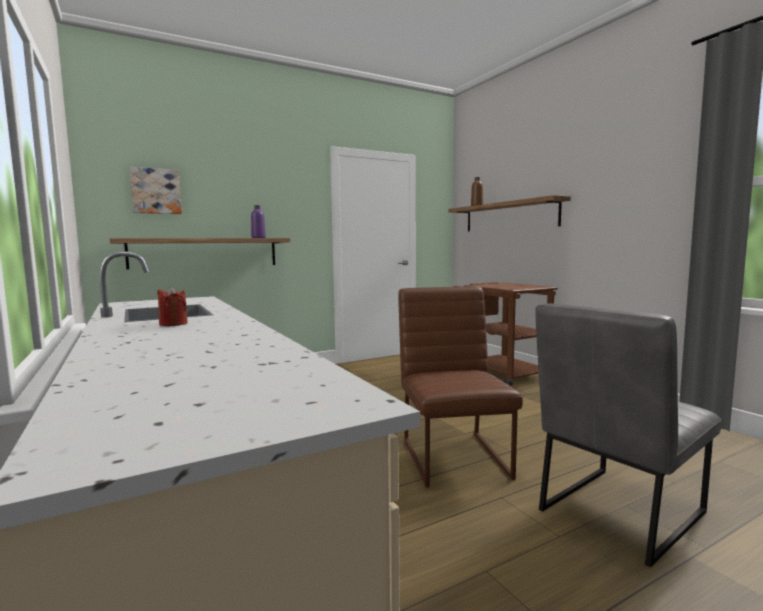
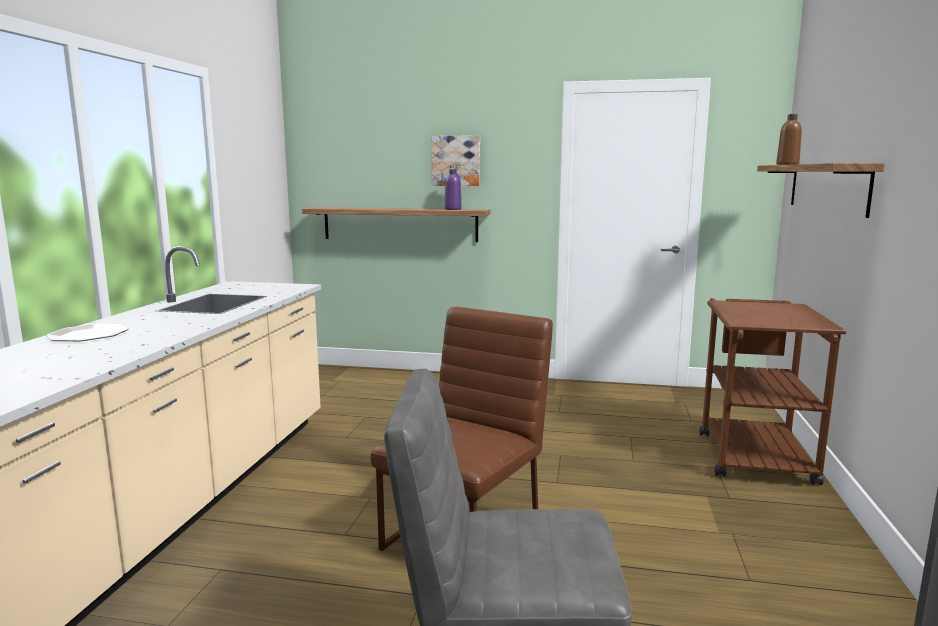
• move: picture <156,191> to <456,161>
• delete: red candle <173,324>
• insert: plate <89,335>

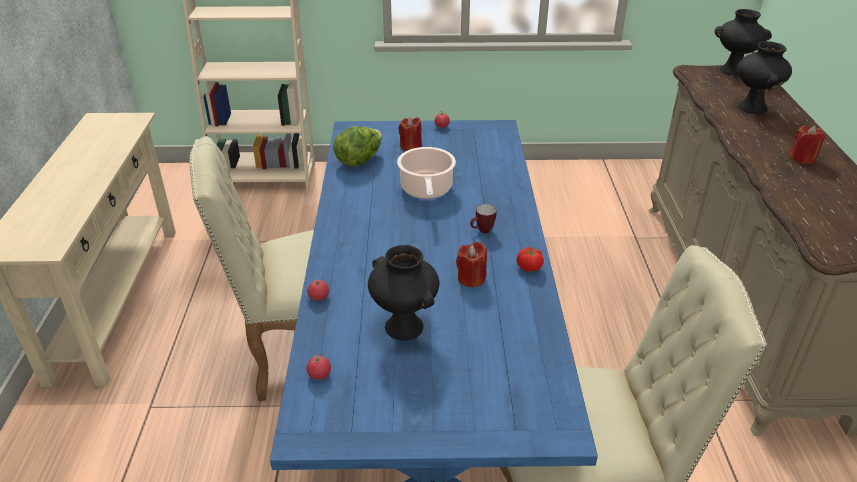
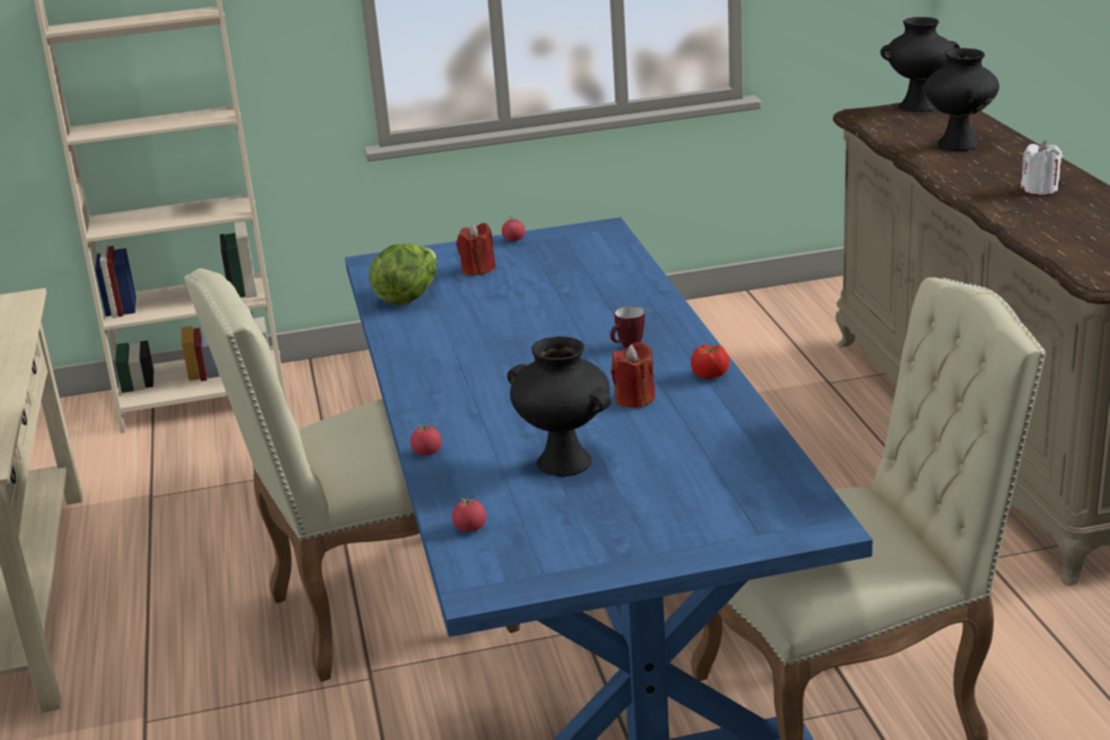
• recolor: red candle <802,158> to white candle <1040,189>
• delete: cooking pot <426,190>

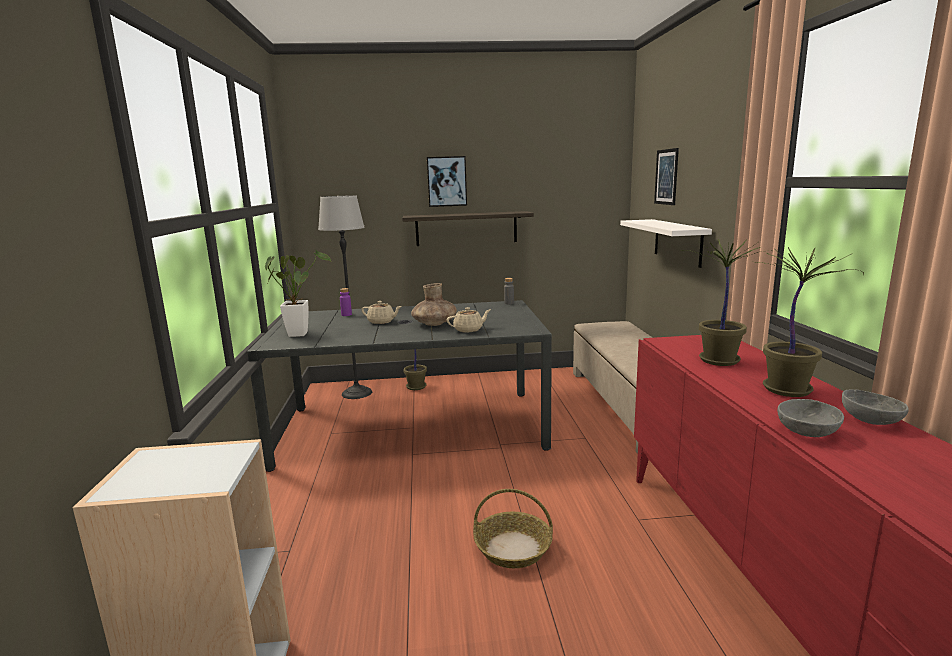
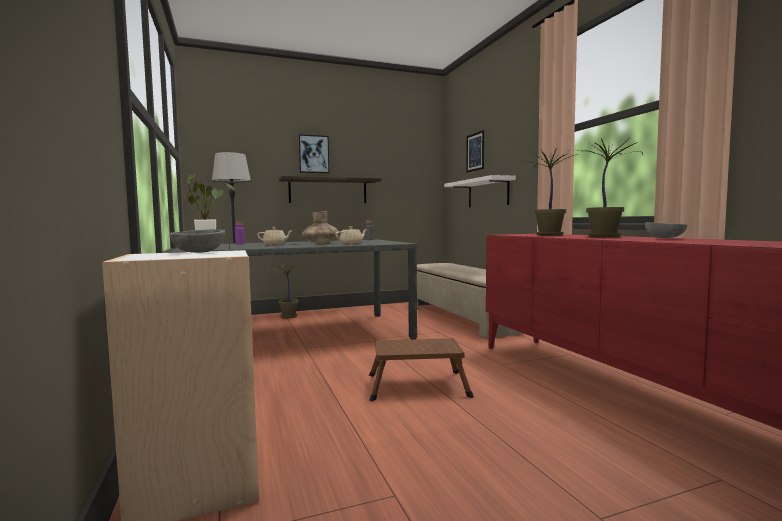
• move: grey bowl <808,433> to <199,252>
• replace: basket <513,548> to brown step ladder <418,385>

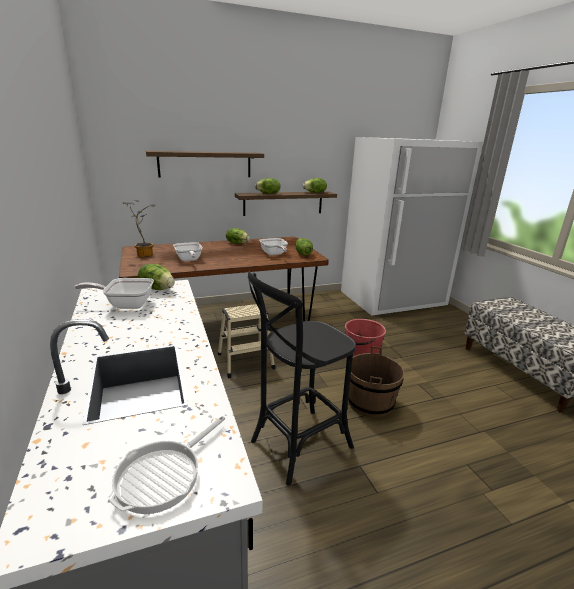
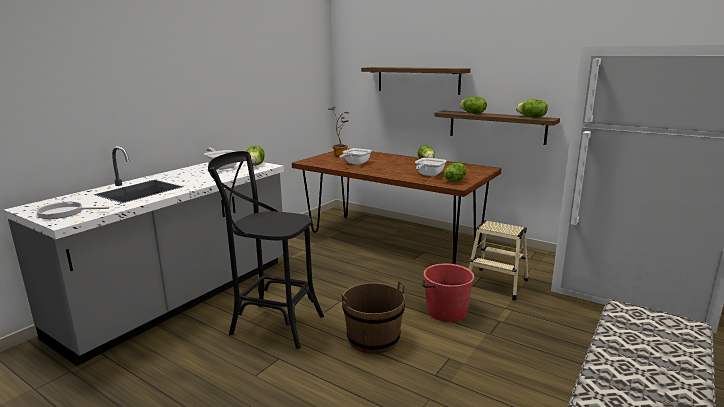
• move: beige step ladder <245,361> to <496,283>

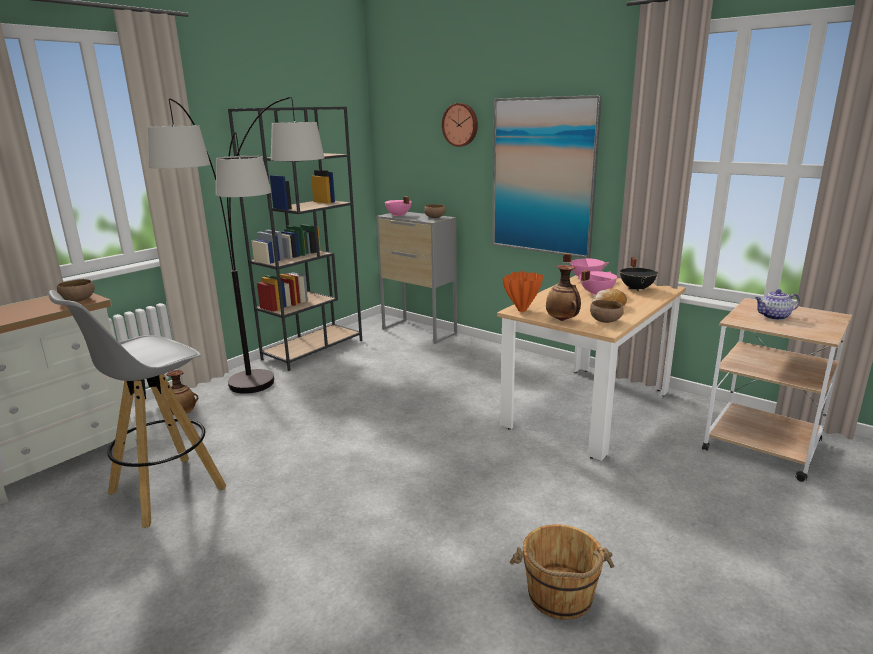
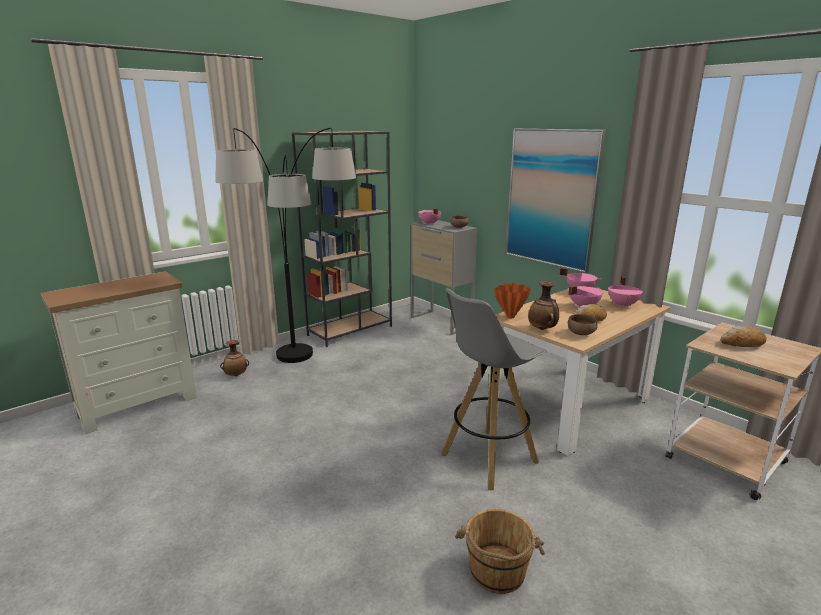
• delete: wall clock <461,125>
• recolor: black cooking pot <637,289> to pink cooking pot <623,305>
• delete: brown bowl <79,300>
• replace: teapot <773,317> to bread <742,344>
• move: grey stool <164,491> to <487,458>

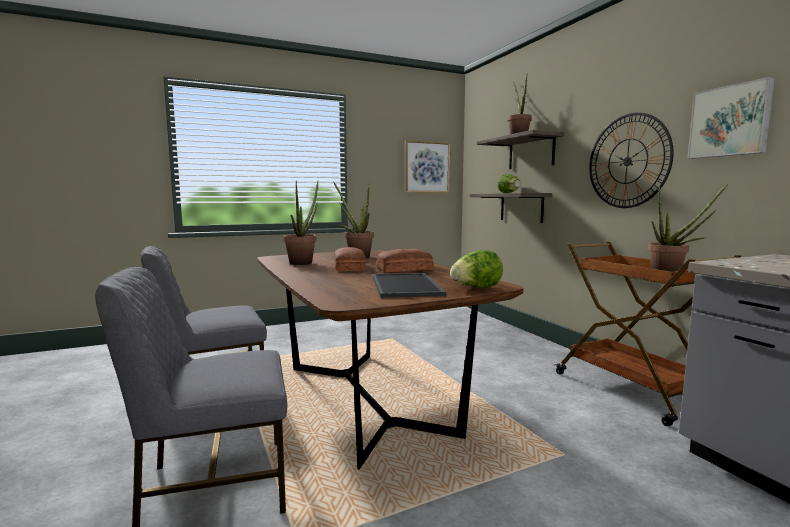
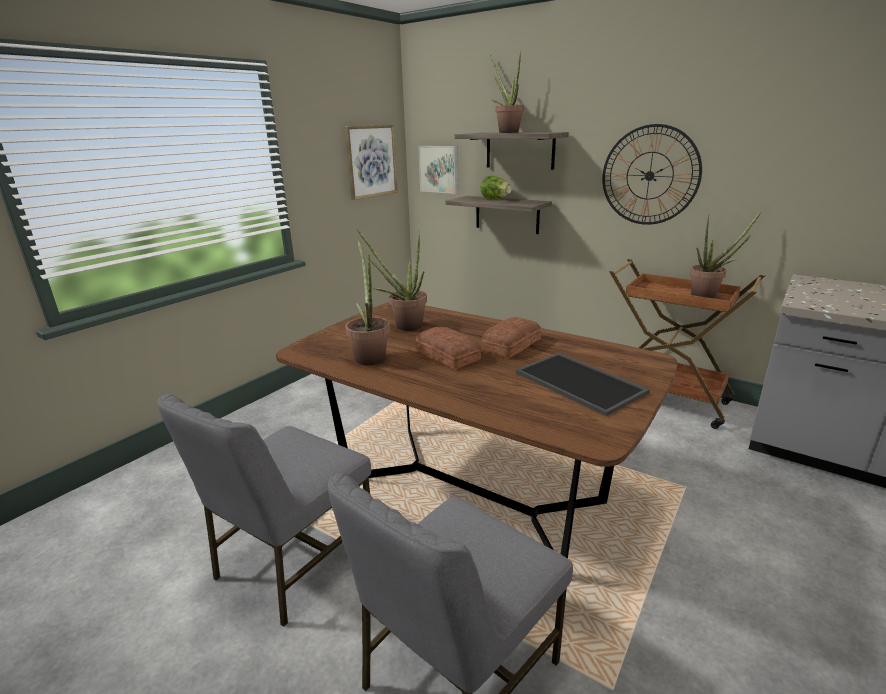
• move: picture <730,121> to <439,169>
• delete: lettuce <475,288>

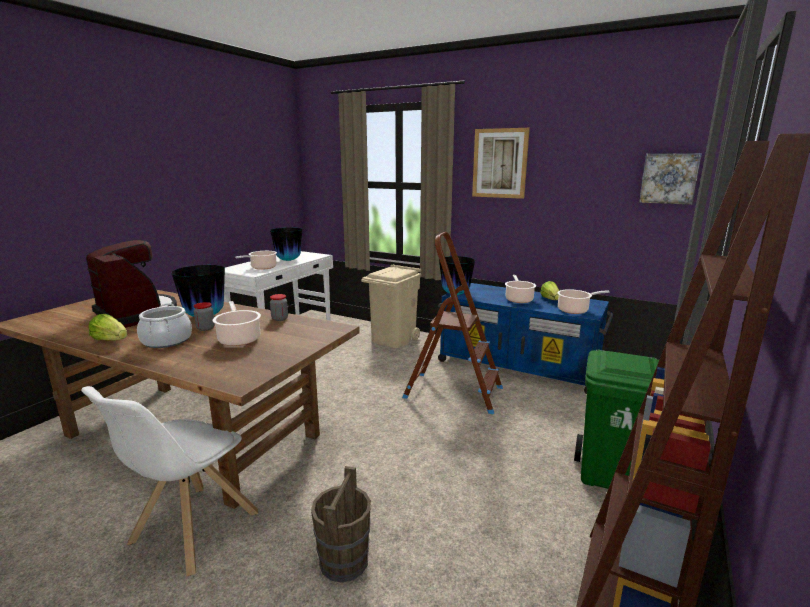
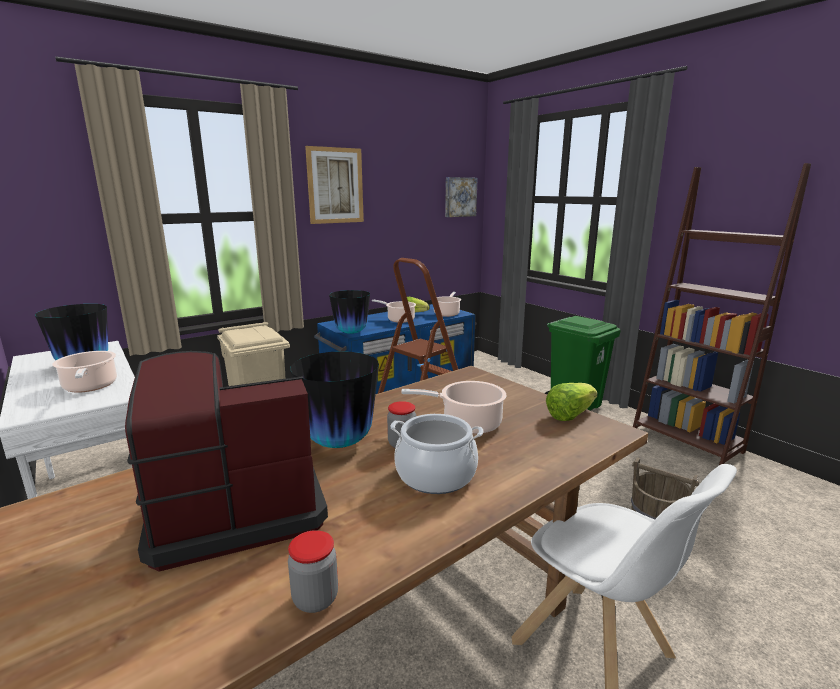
• move: jar <280,318> to <315,599>
• move: lettuce <111,340> to <570,415>

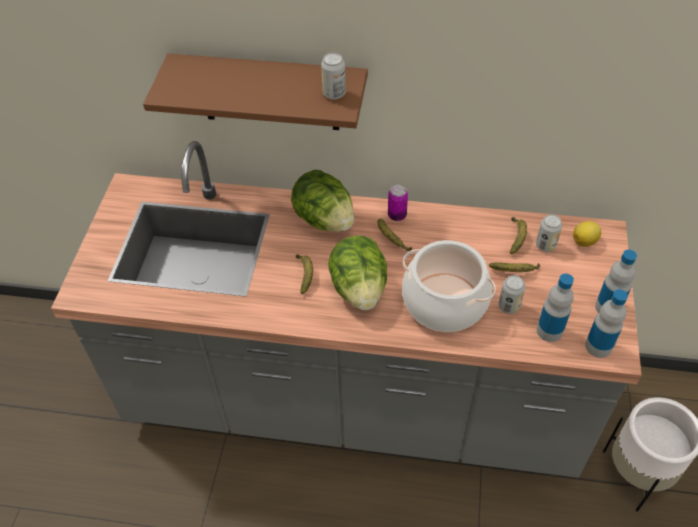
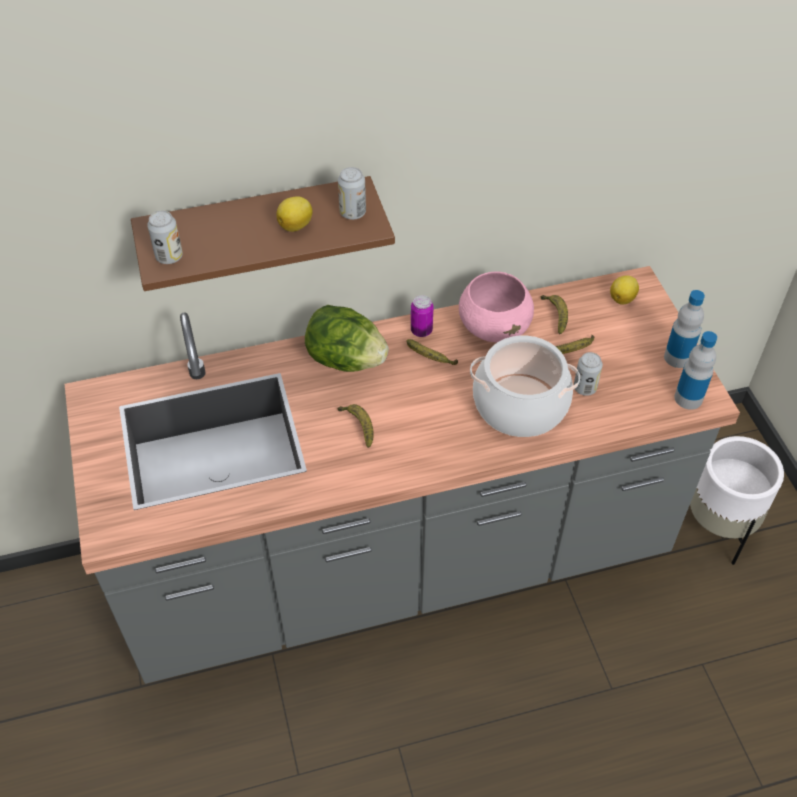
• move: can <545,245> to <169,257>
• delete: lettuce <359,289>
• delete: bottle <549,331>
• insert: lemon <296,225>
• insert: pink bowl <494,327>

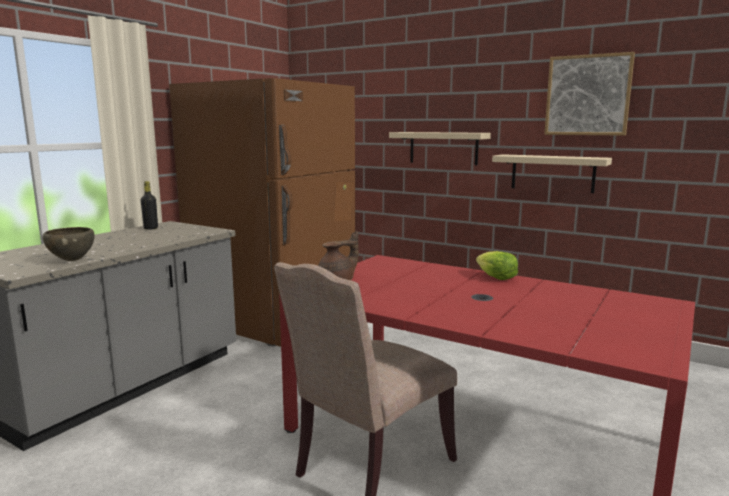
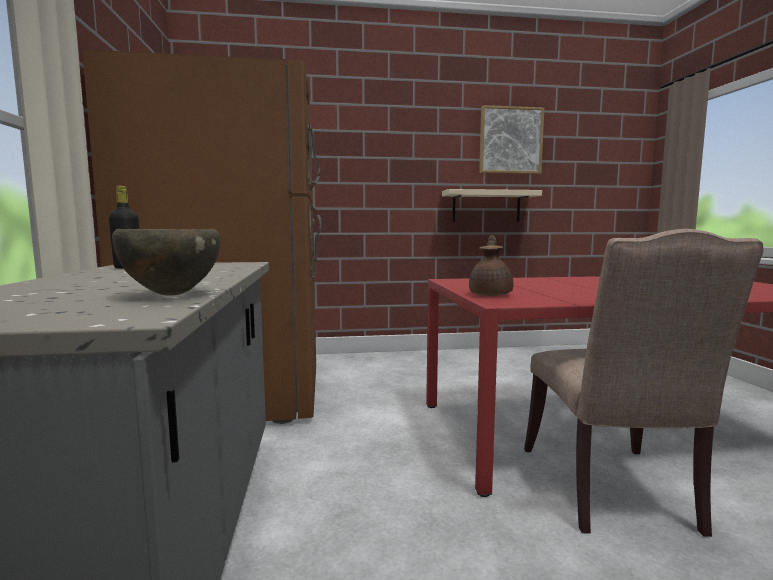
• delete: beige shelf <443,148>
• delete: lettuce <496,277>

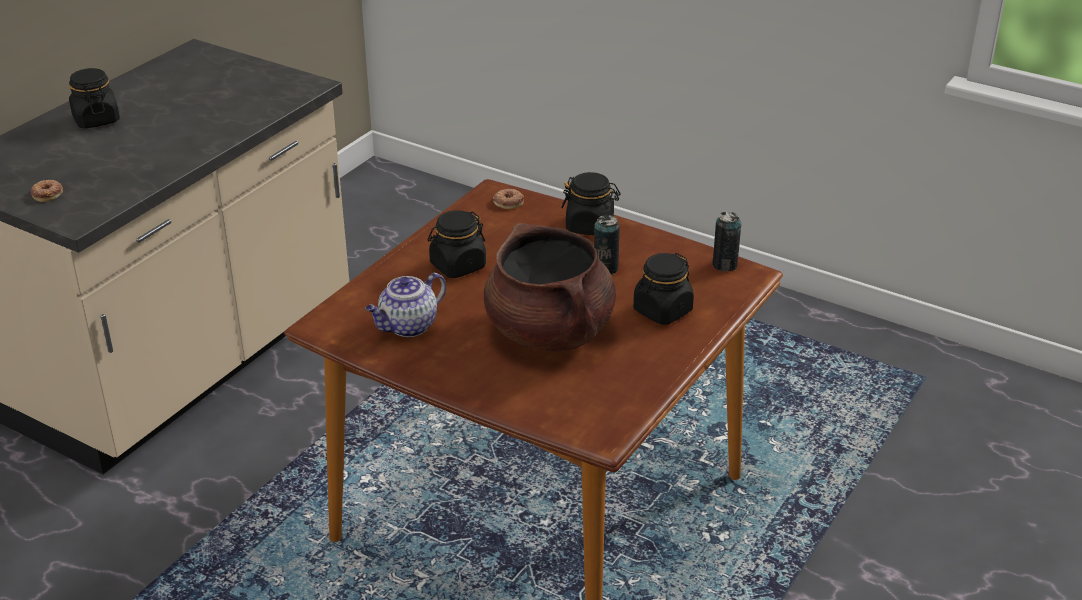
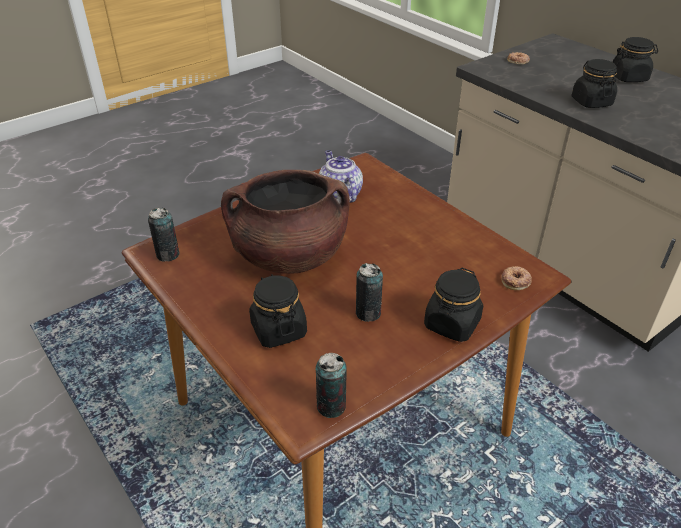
• move: black jar <457,266> to <591,102>
• insert: can <168,255>

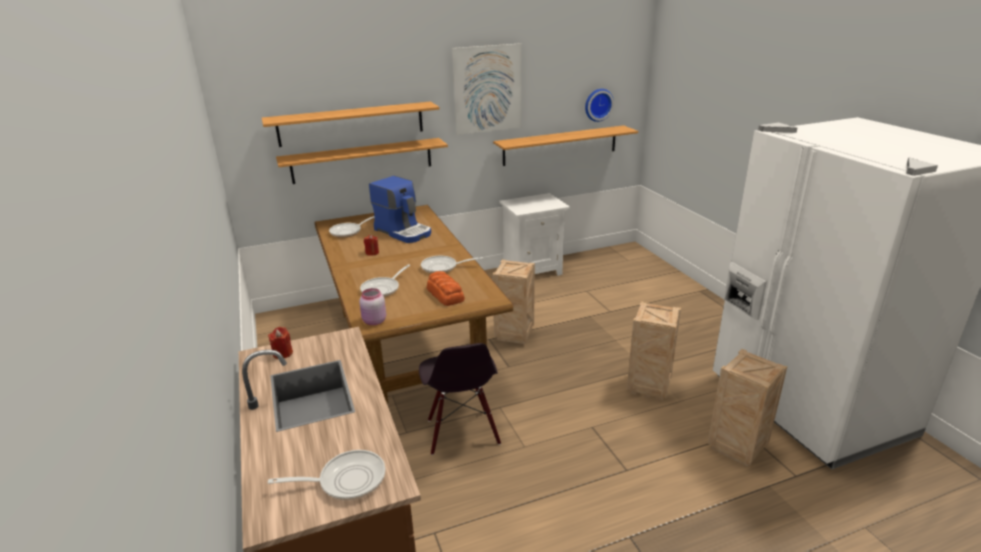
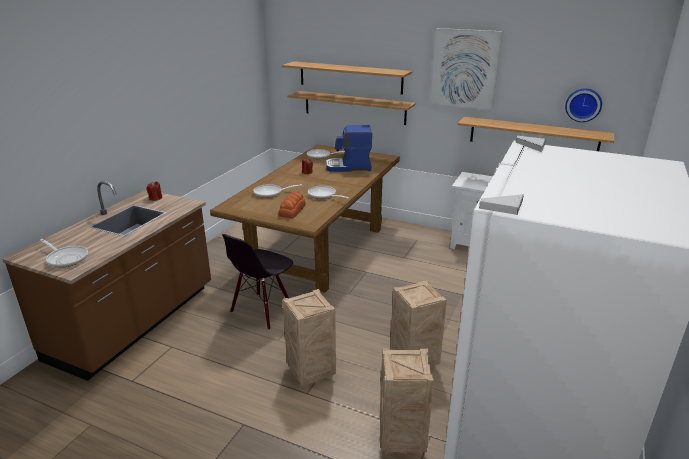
• rotate: coffee machine <404,231> = <349,167> 90 degrees clockwise
• move: crate <514,335> to <310,373>
• delete: pink jar <374,321>

